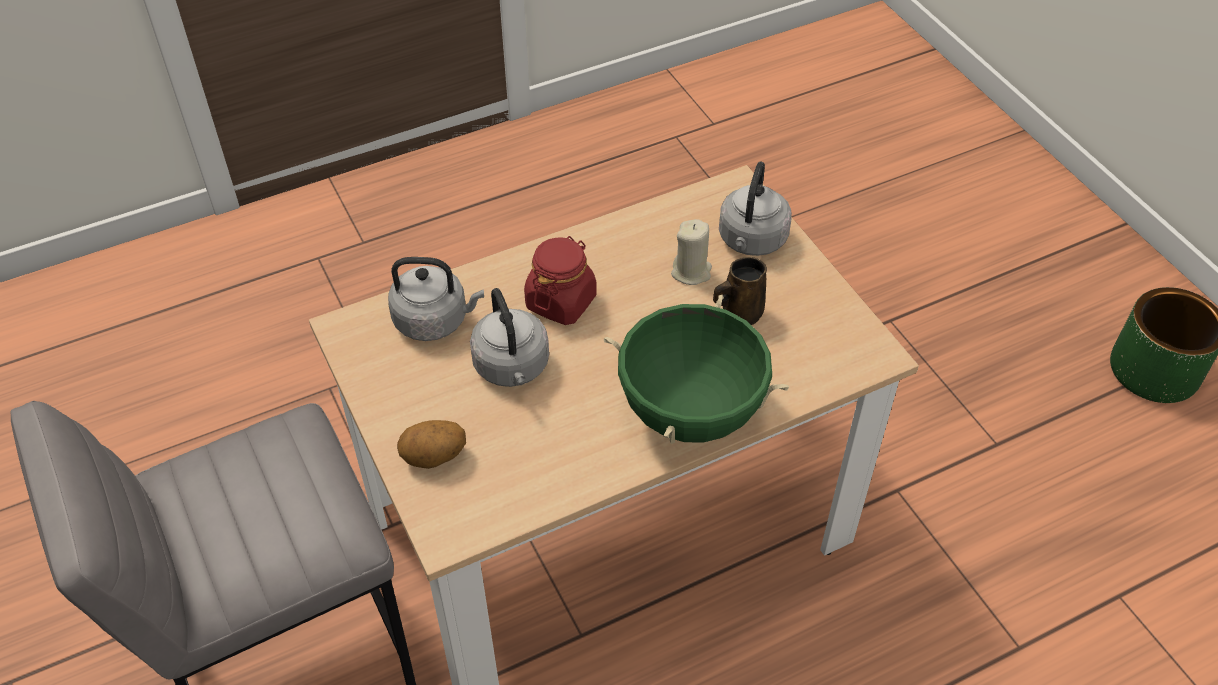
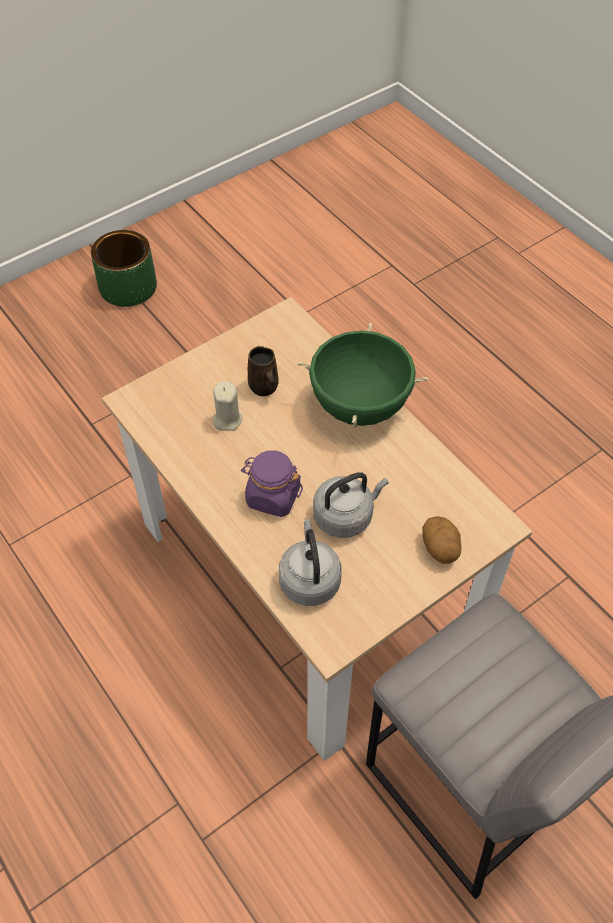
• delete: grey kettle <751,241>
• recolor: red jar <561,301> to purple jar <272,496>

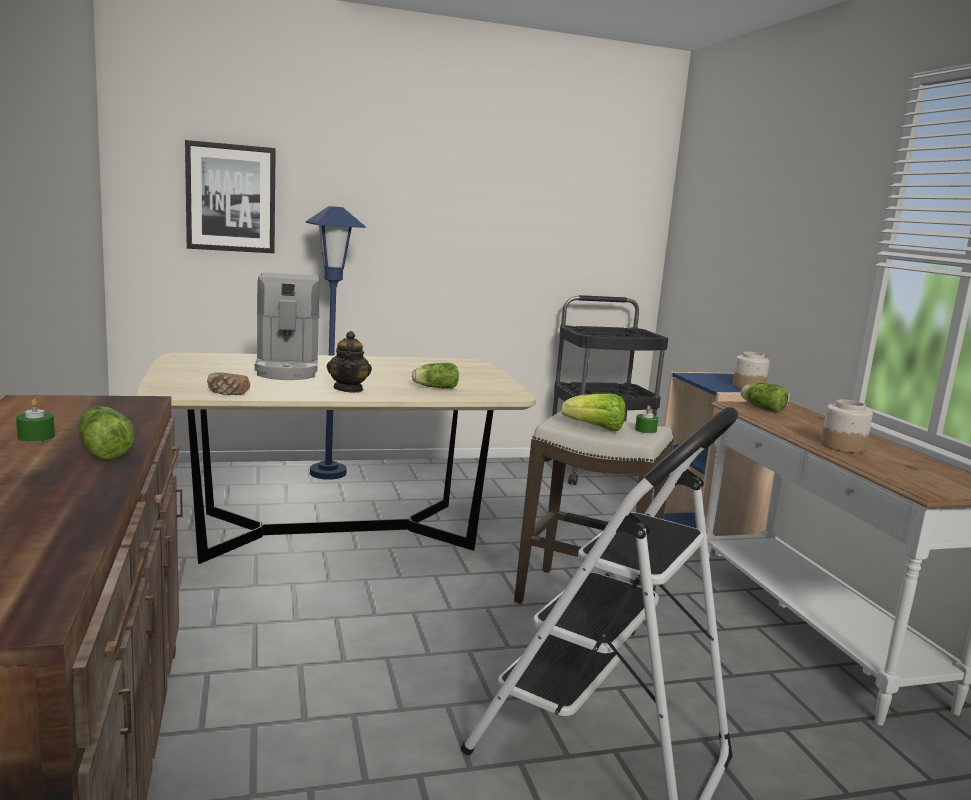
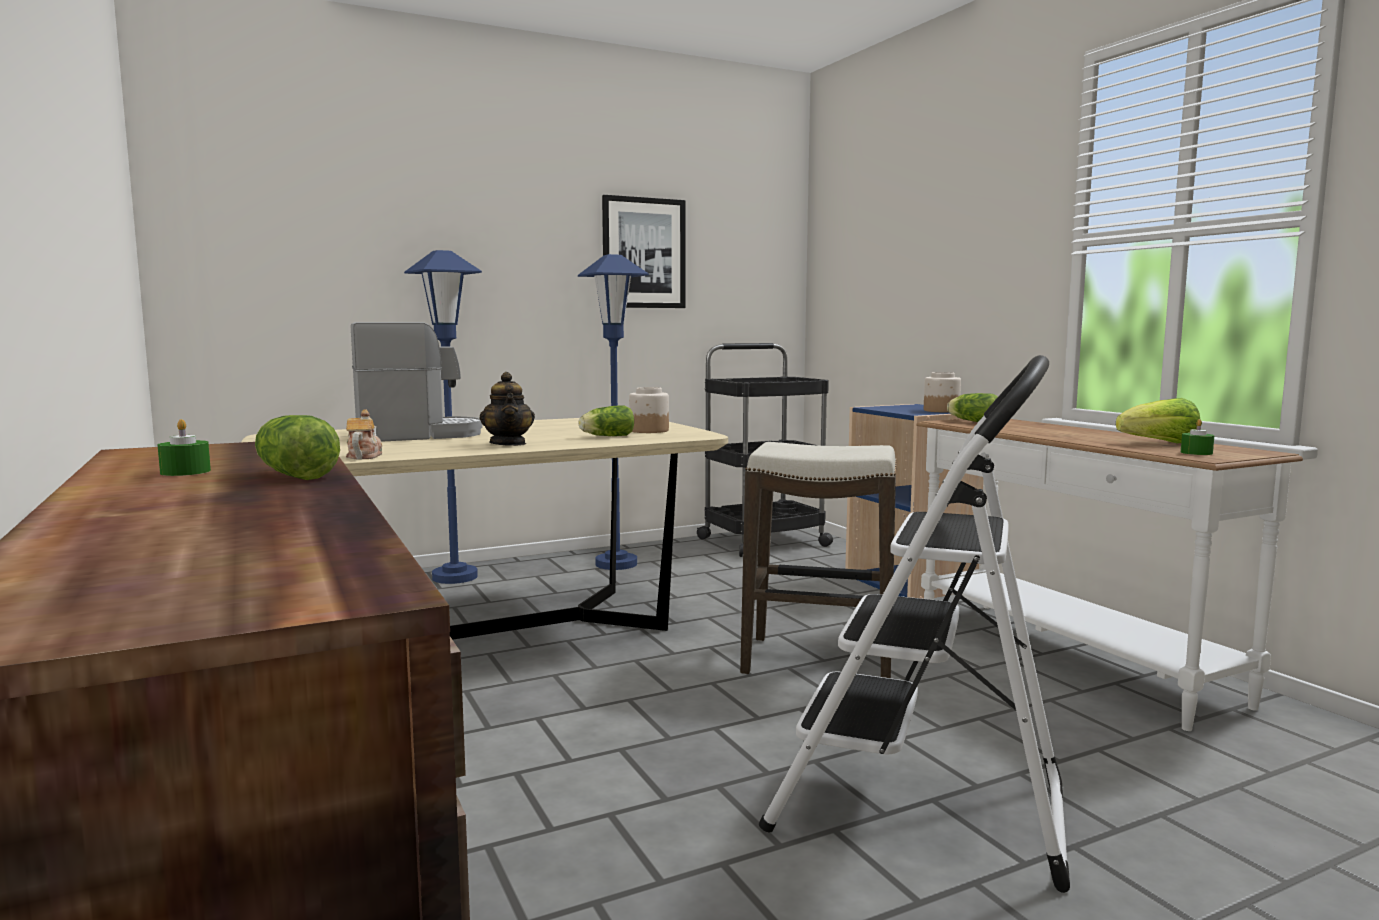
• move: picture <231,198> to <643,253>
• rotate: coffee machine <288,369> = <418,435> 90 degrees counterclockwise
• replace: bread <228,393> to teapot <364,456>
• move: lettuce <595,428> to <1160,443>
• move: jar <842,446> to <648,430>
• move: green candle <645,430> to <1196,453>
• insert: blue floor lamp <616,564>

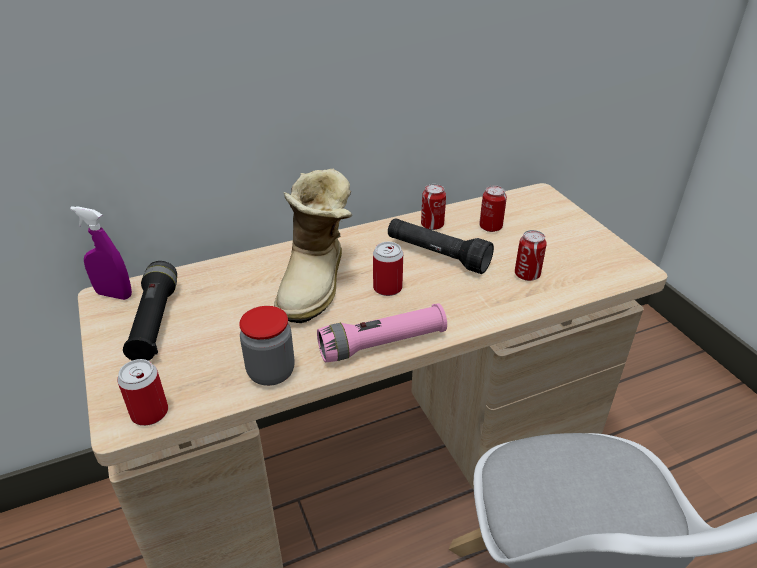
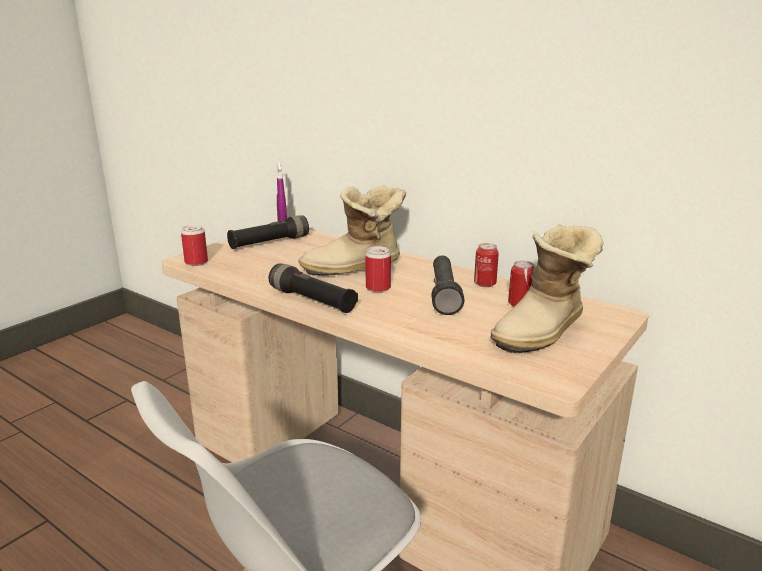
• delete: can <527,275>
• recolor: pink flashlight <382,344> to black flashlight <312,300>
• delete: jar <271,372>
• insert: boot <545,331>

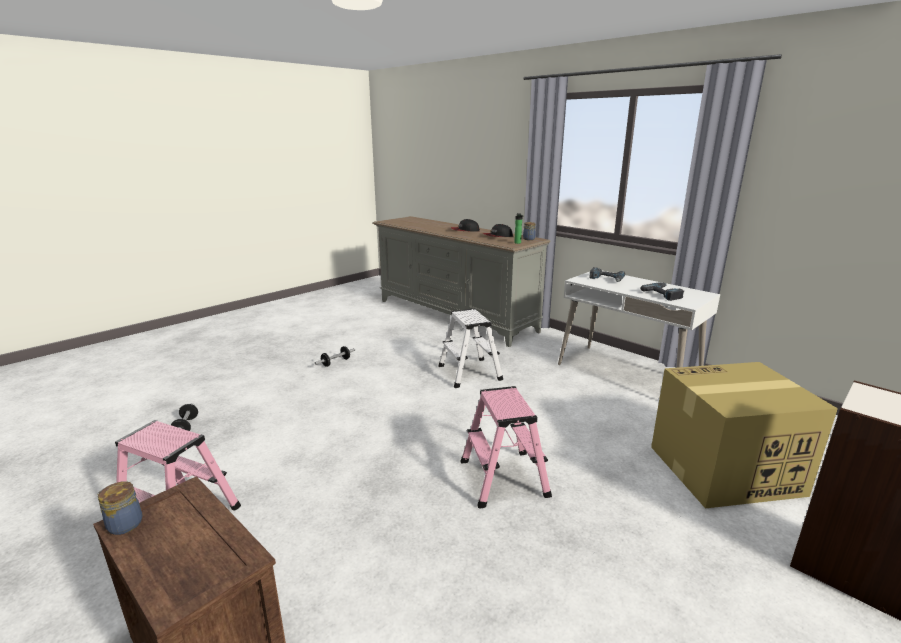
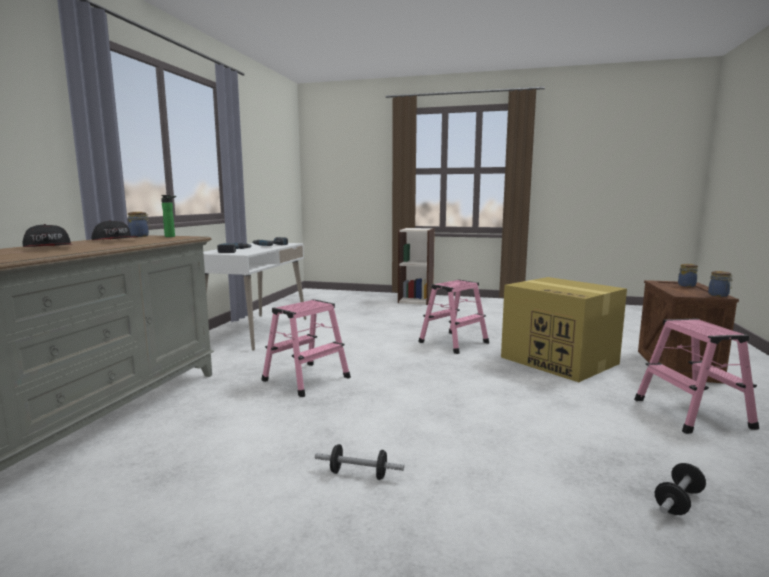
• recolor: white step ladder <470,373> to pink step ladder <306,378>
• move: cardboard box <723,470> to <560,360>
• insert: jar <686,285>

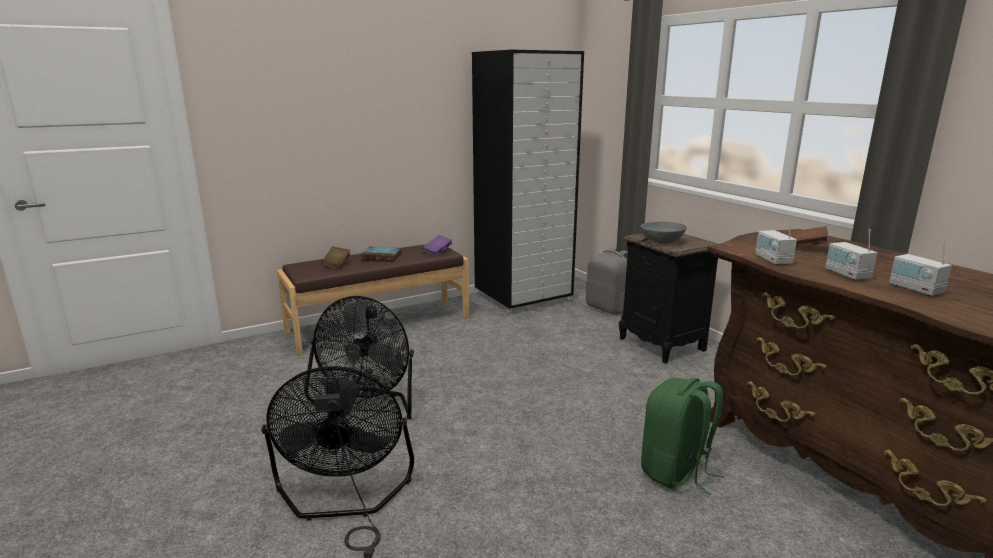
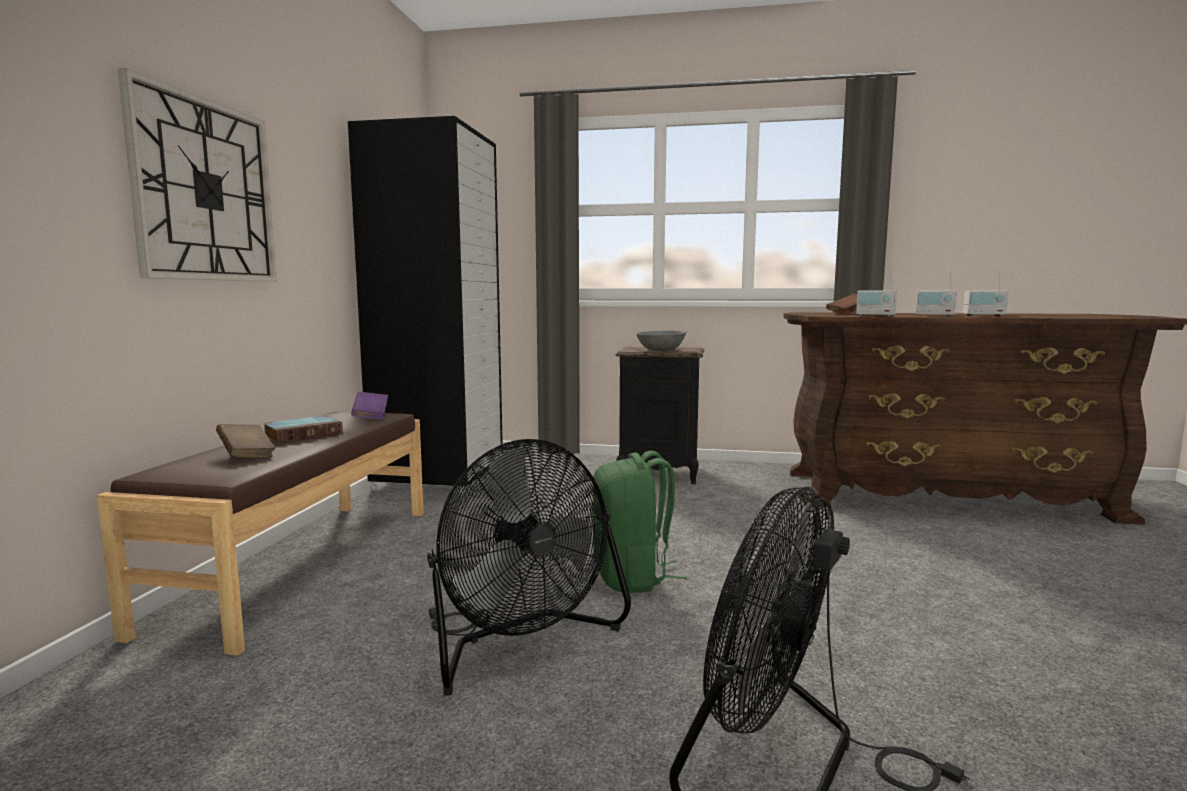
• delete: grey backpack <608,308>
• move: green backpack <676,471> to <632,577>
• insert: wall clock <205,191>

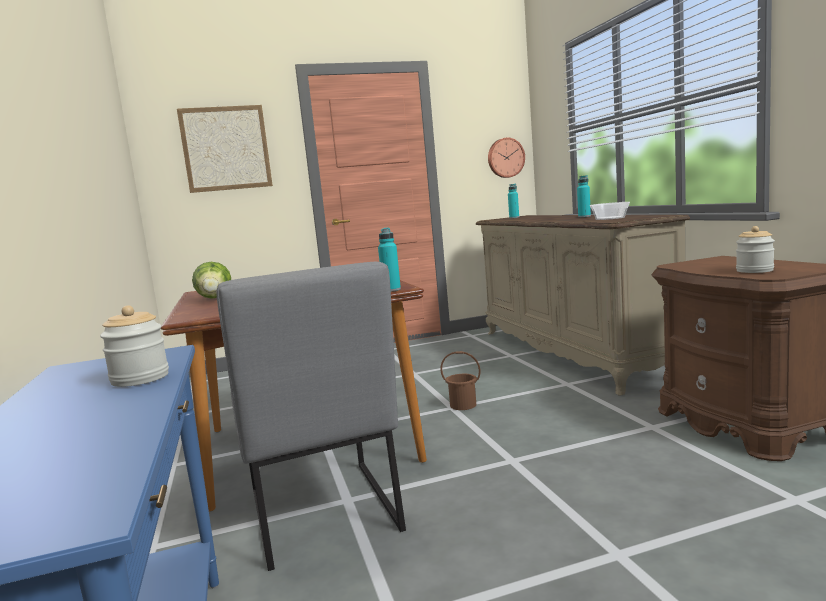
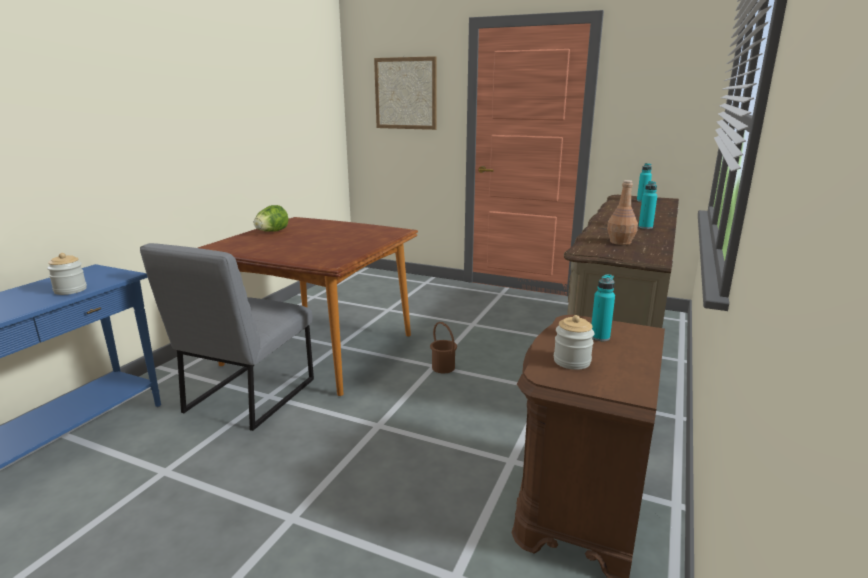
• delete: wall clock <505,158>
• replace: bowl <609,218> to brown bottle <620,242>
• move: turquoise bottle <391,290> to <600,337>

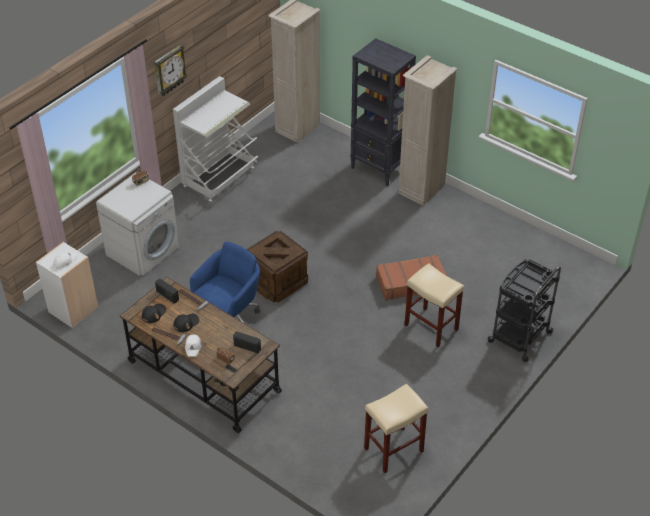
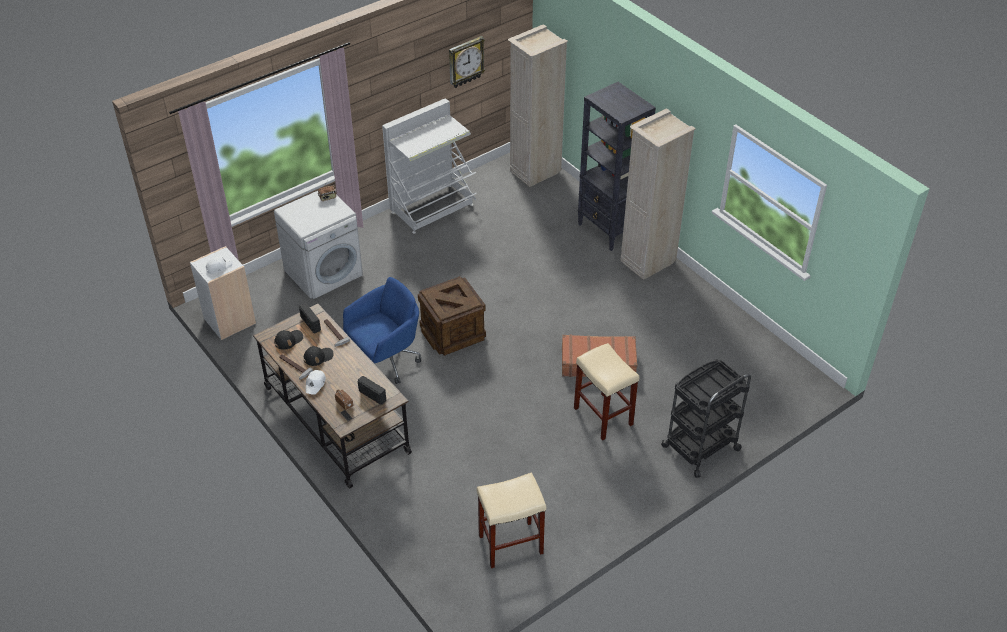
• move: wall clock <169,70> to <465,62>

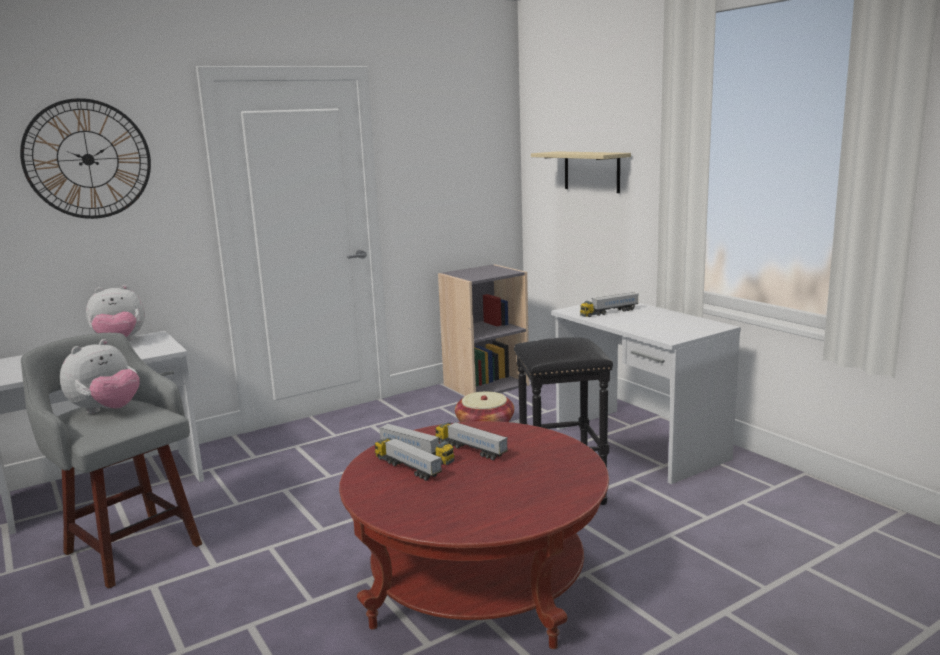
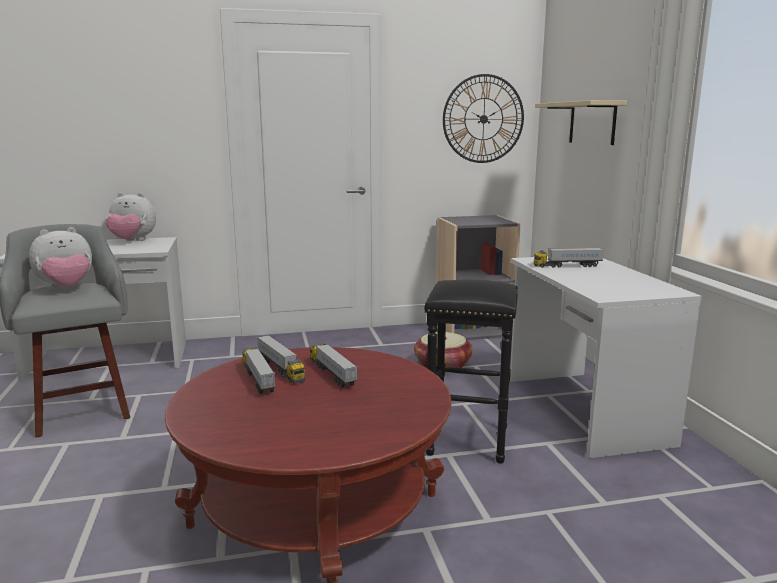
• move: wall clock <88,159> to <483,119>

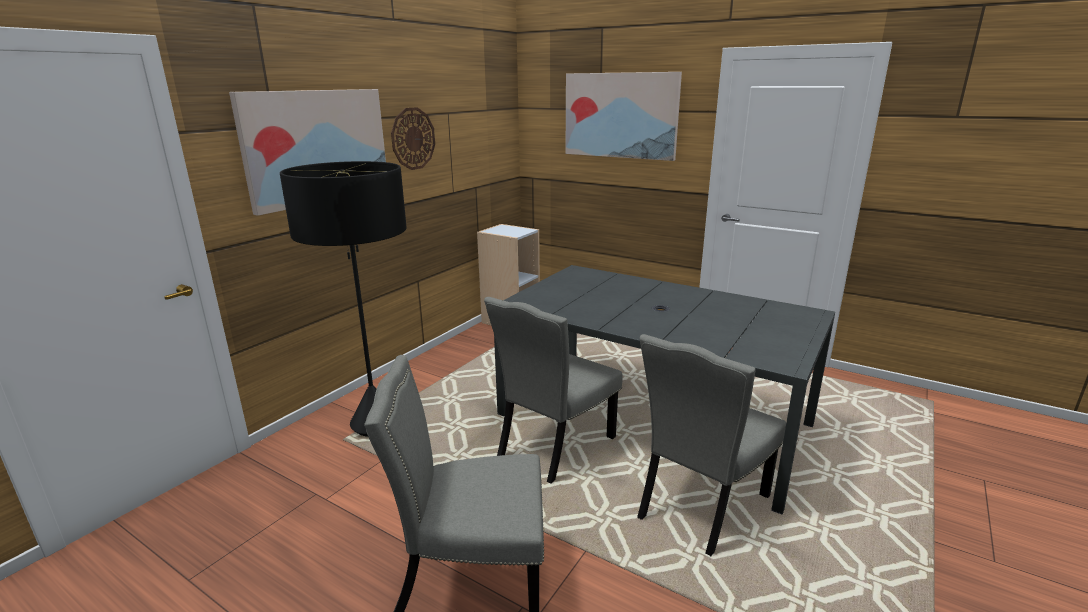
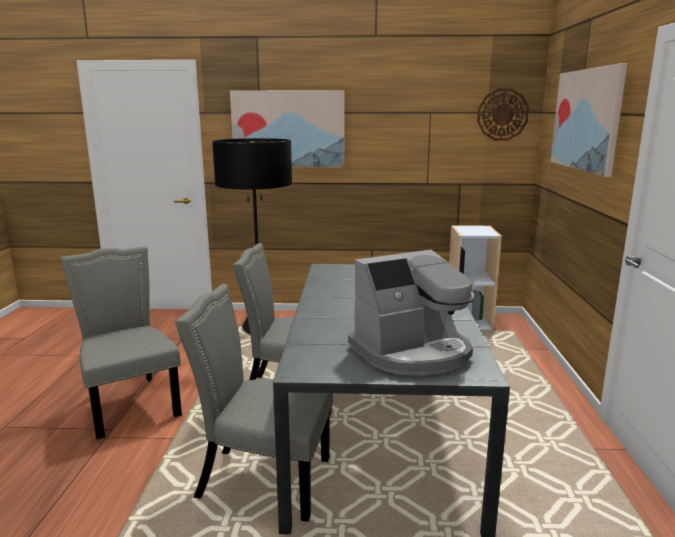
• move: wall clock <413,138> to <502,114>
• insert: coffee machine <412,352>

